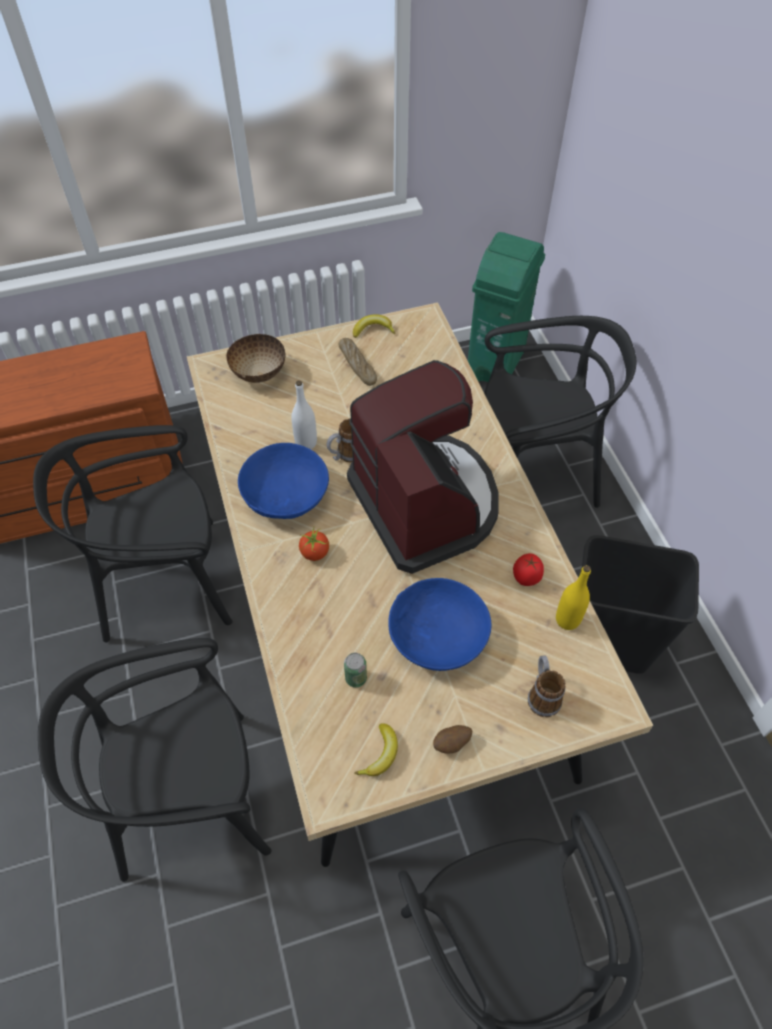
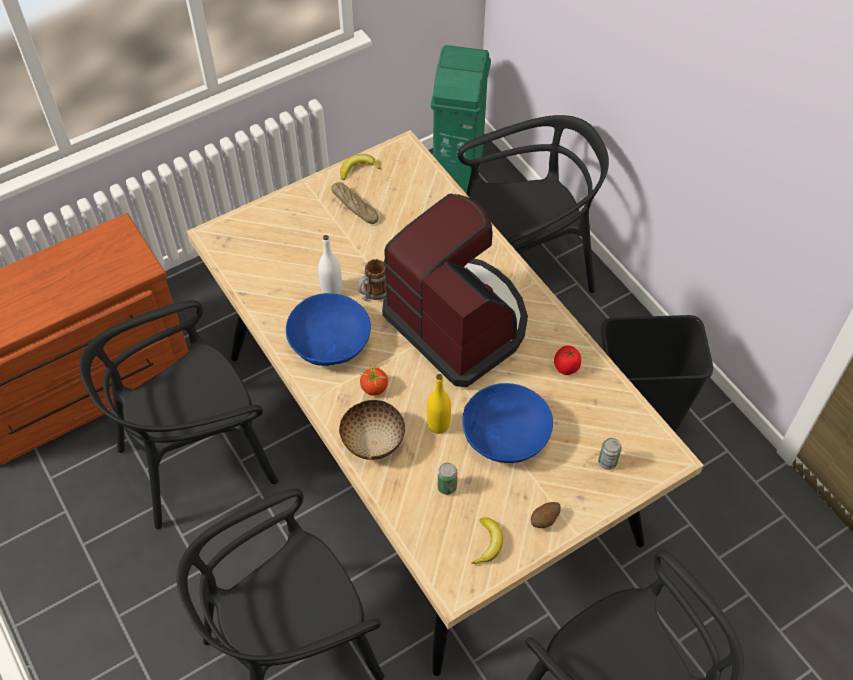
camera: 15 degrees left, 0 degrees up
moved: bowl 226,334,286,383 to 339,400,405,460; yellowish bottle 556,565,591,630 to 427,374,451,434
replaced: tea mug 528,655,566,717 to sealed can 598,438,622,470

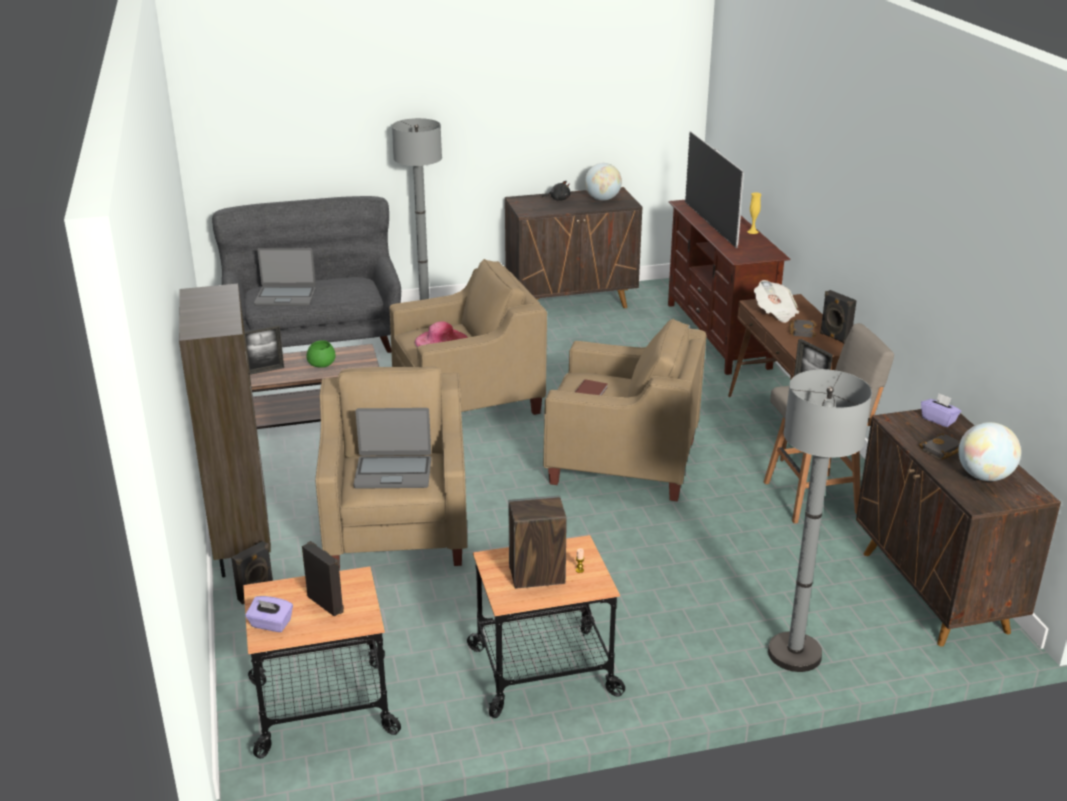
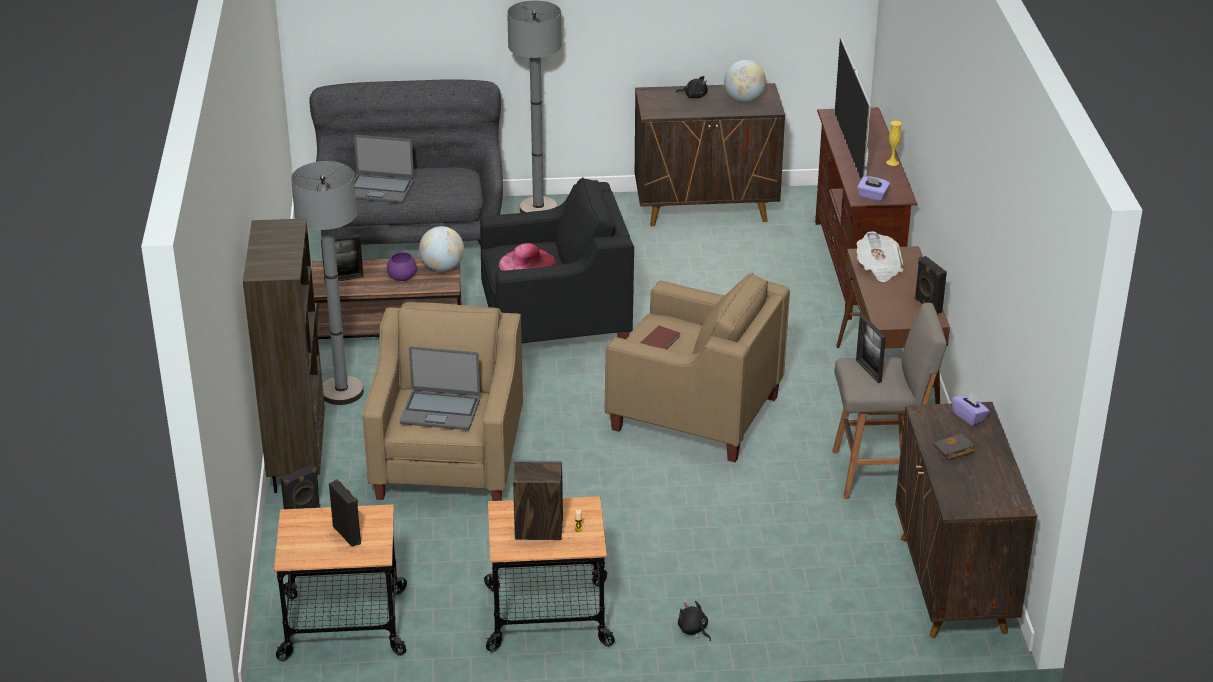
camera: 10 degrees right, 5 degrees up
removed: black book 789,319,816,337
added: black cuddly toy 678,601,711,641
moved: purplish tissue holder 246,596,293,632 to 857,176,890,201; grey standard lamp 768,369,872,672 to 291,161,364,405; world globe 958,422,1021,481 to 419,226,464,271
recoloured: green bowl 307,341,335,368 to purplish bowl 387,252,417,281; beige easy chair 390,259,547,415 to black easy chair 480,177,634,343

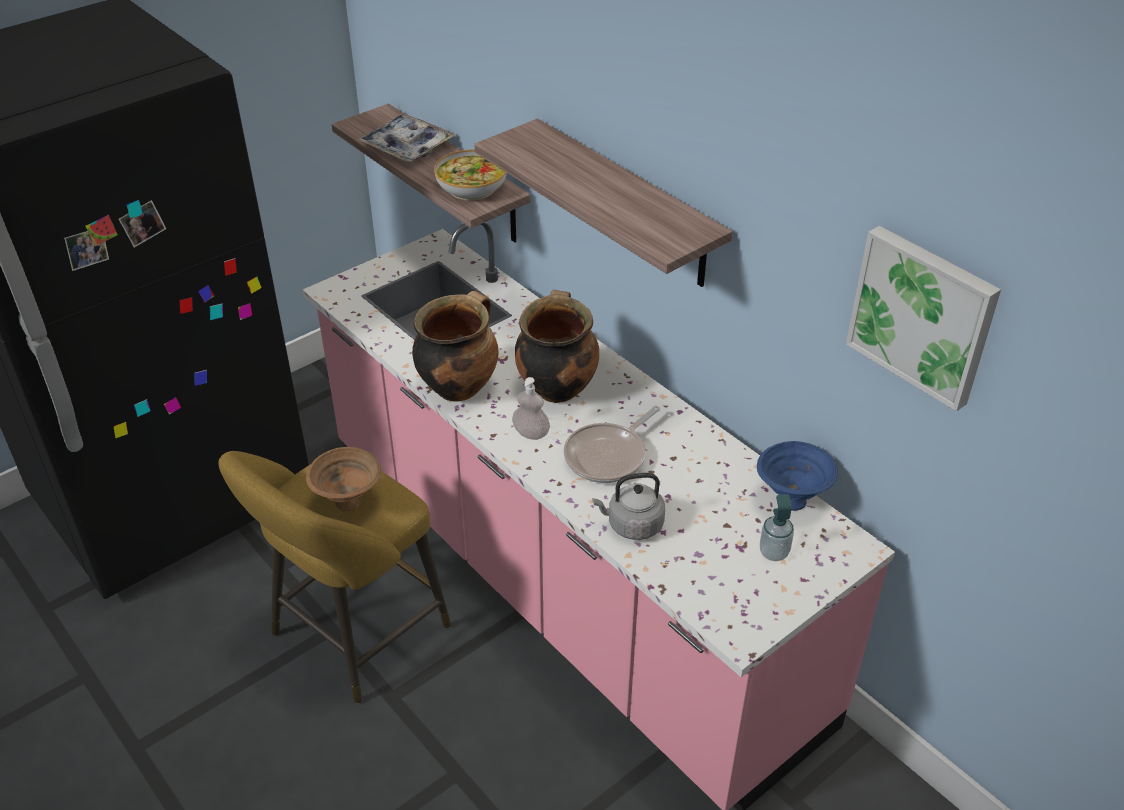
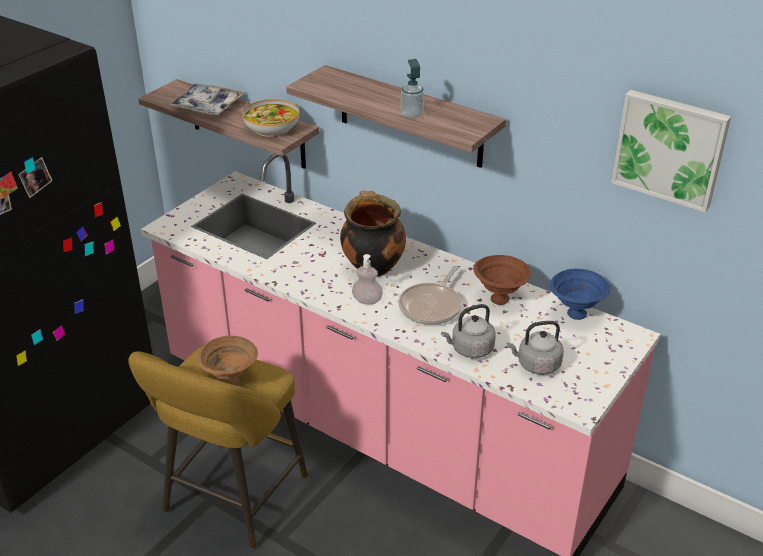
camera: 15 degrees left, 5 degrees down
removed: saucepot 412,291,498,401
added: brown bowl 473,255,531,305; grey tea kettle 507,321,564,375
moved: liquid soap bottle 760,494,794,561 to 401,59,424,118

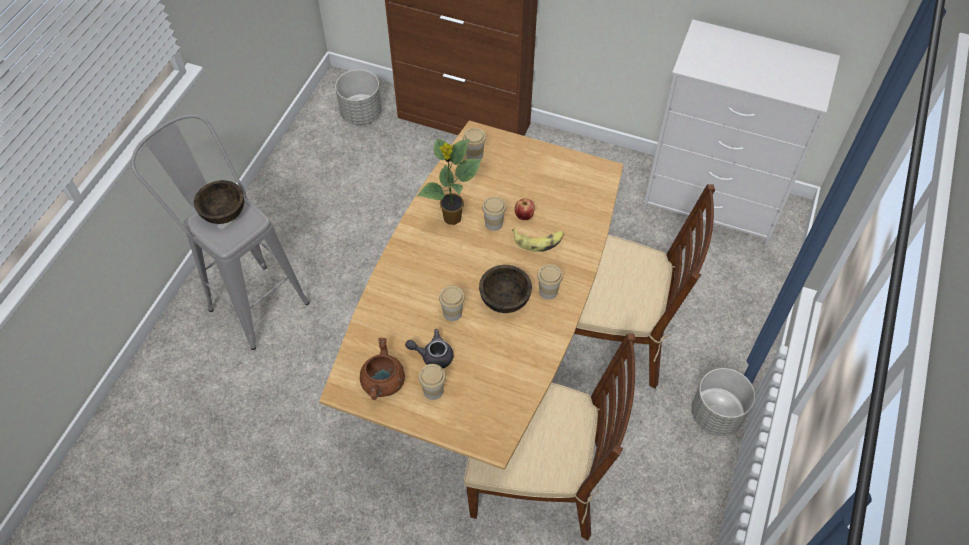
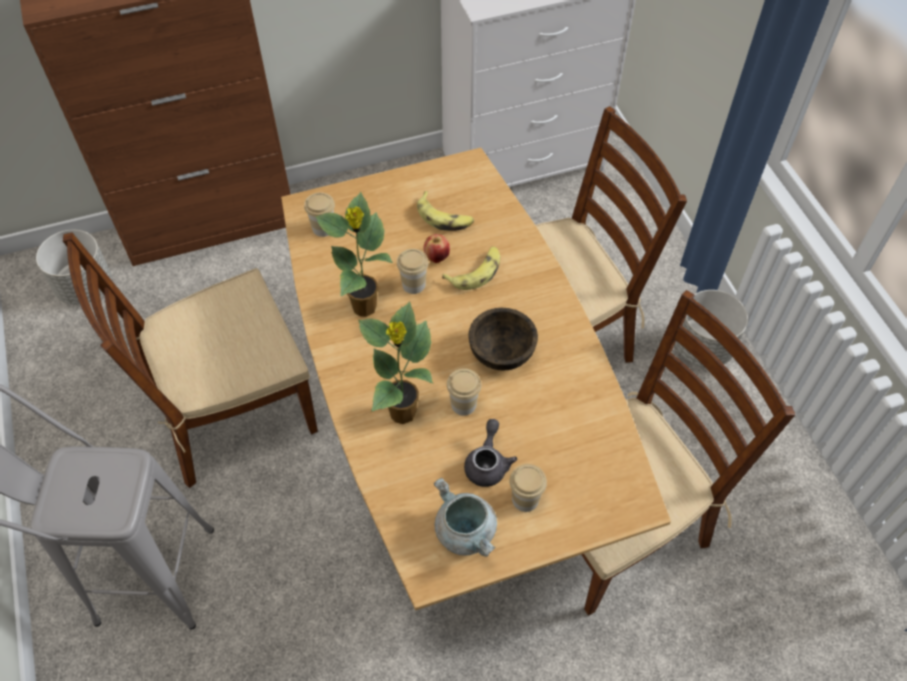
camera: 40 degrees left, 0 degrees up
removed: brown bowl 194,180,244,224; drinking cup 537,264,563,299
added: brown chair 63,233,318,488; houseplant 358,301,433,424; banana fruit 417,191,474,231
recoloured: brown saucepot 360,338,405,400 to grey saucepot 434,478,497,557
turned: grey pot for tea 405,329,454,368 = 464,419,518,487 135 degrees clockwise

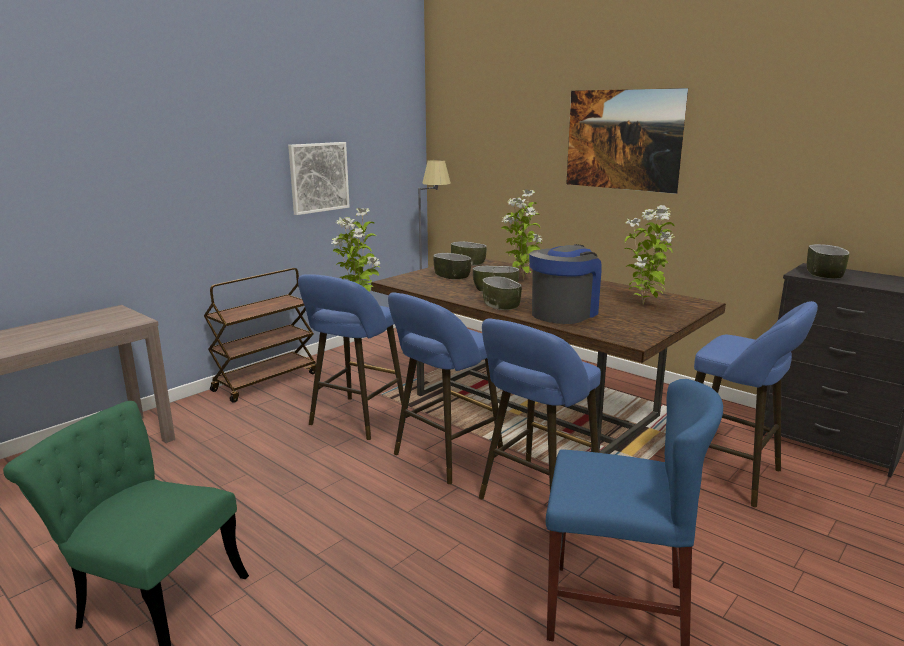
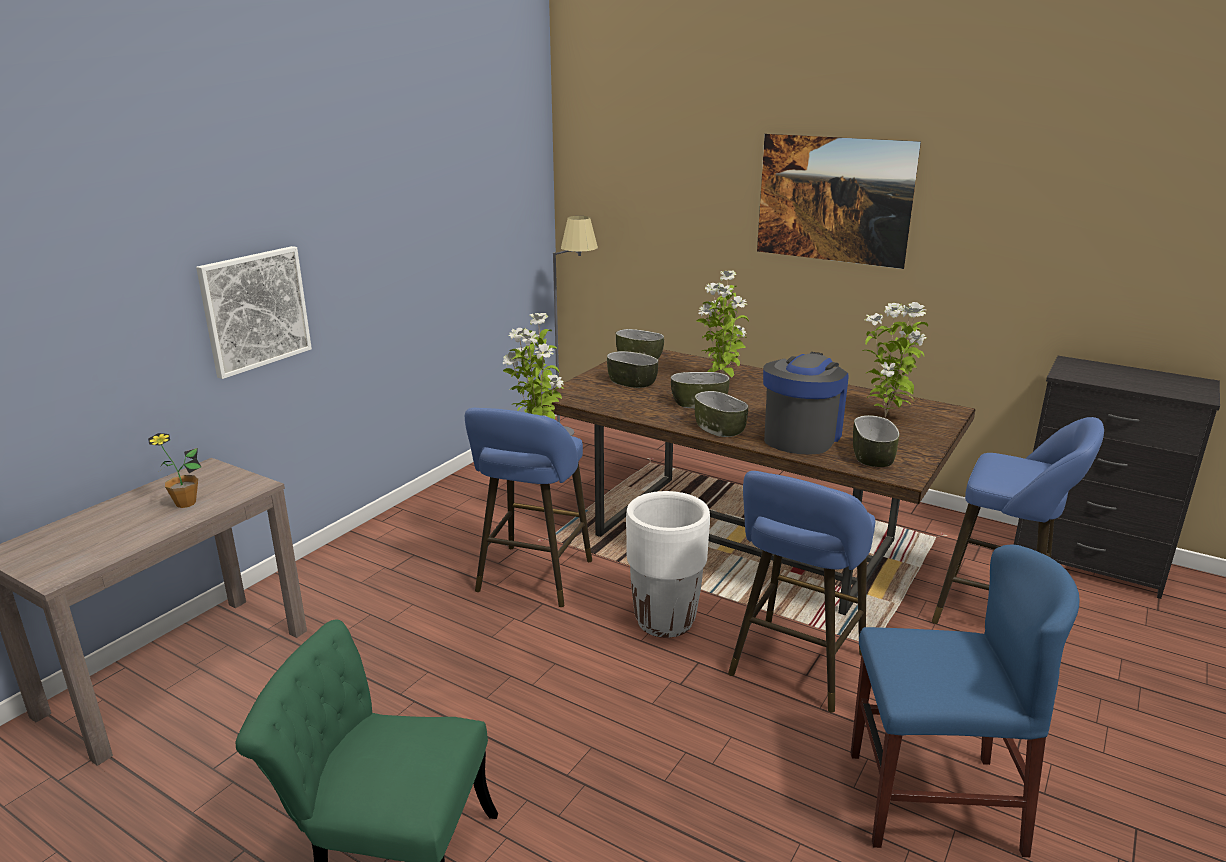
camera: 10 degrees left, 5 degrees up
removed: brown cart 204,268,316,403
added: houseplant 148,433,201,508
moved: wall art 288,142,350,215 to 196,246,312,379; bowl 807,244,850,279 to 853,415,900,467
replaced: blue-coloured stool 388,292,503,484 to whitish flower pot 626,491,710,638

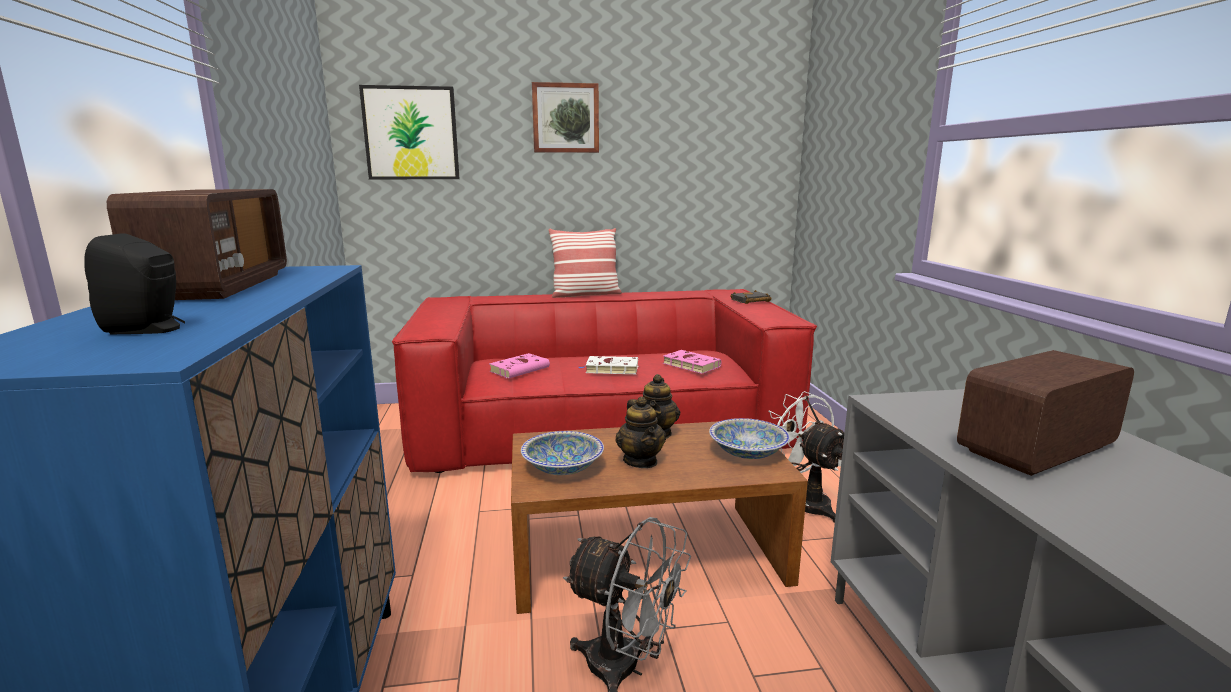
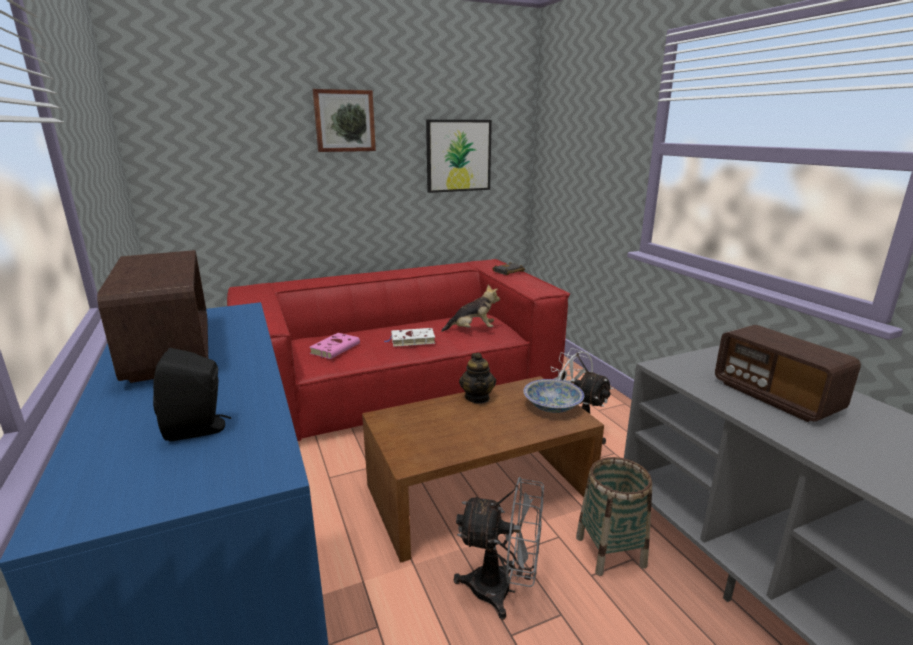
camera: 15 degrees left, 5 degrees up
removed: bowl 521,431,604,475; throw pillow 548,228,622,298; pot for tea 616,397,666,468
added: storage basket 576,457,652,576
moved: wall art 359,85,460,179 to 426,120,492,193
replaced: pinkish book 663,350,721,374 to cuddly toy 442,285,500,332
turned: radio set 957,350,1134,476 = 715,325,861,422 75 degrees counterclockwise

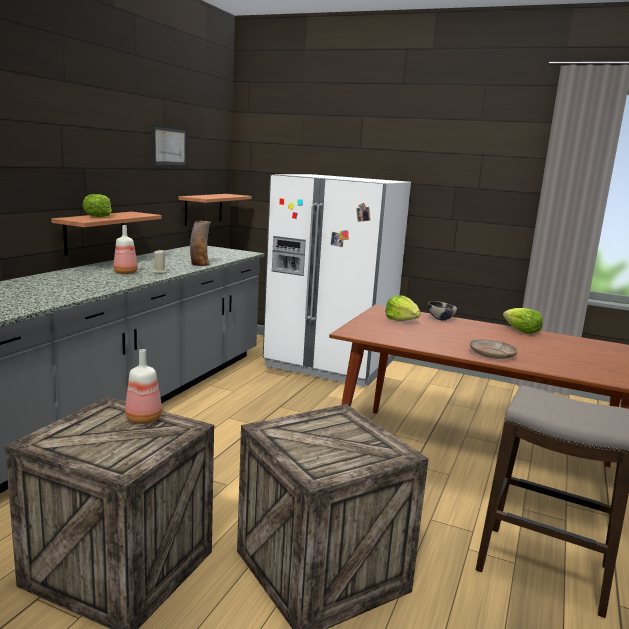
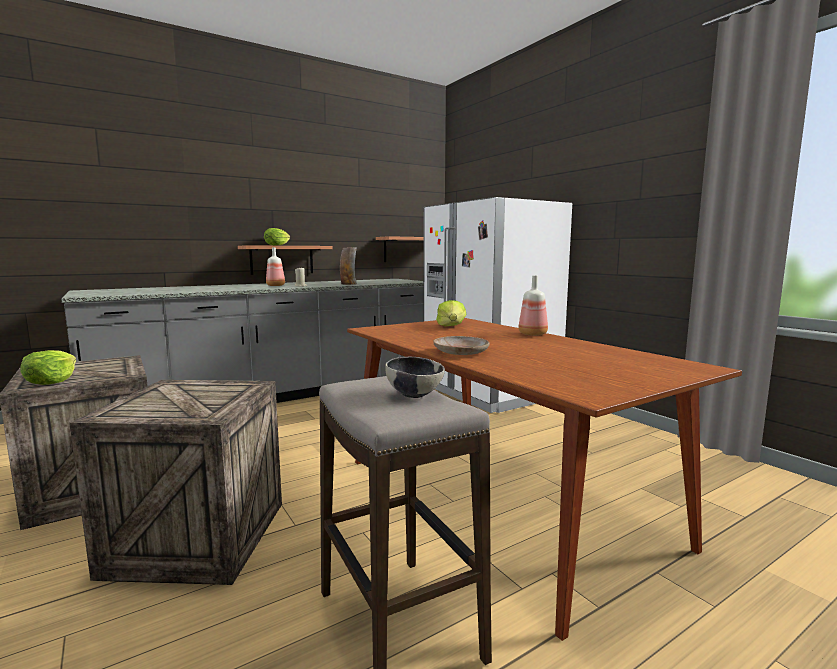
camera: 35 degrees right, 5 degrees down
removed: wall art 151,124,188,168
moved: bottle 125,349,162,424 to 518,275,548,336; bowl 428,301,457,321 to 385,356,445,398; head of lettuce 503,308,543,334 to 20,350,76,385

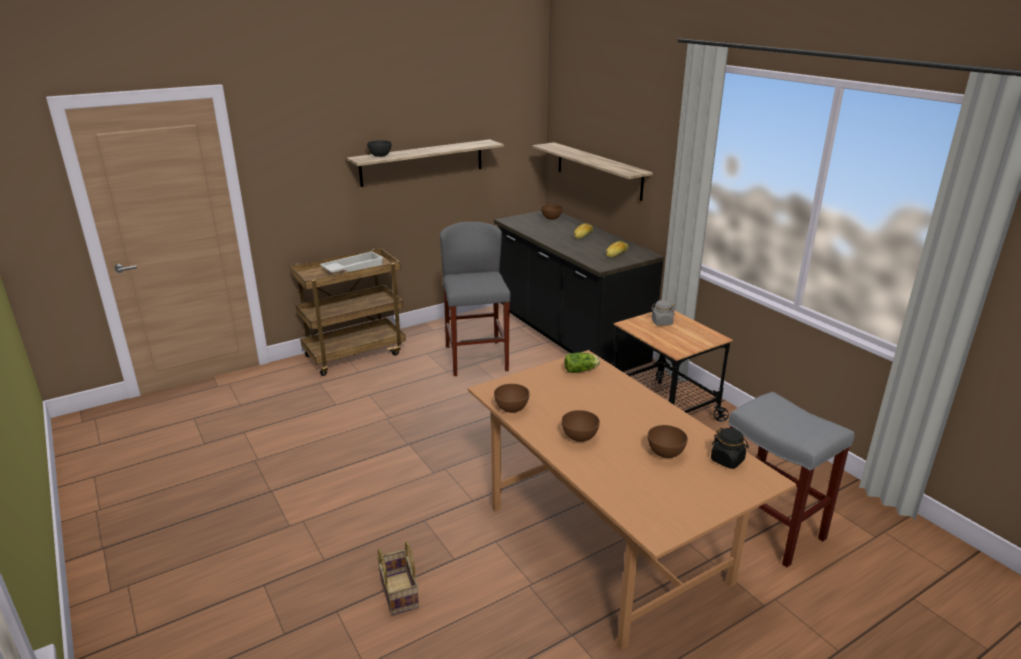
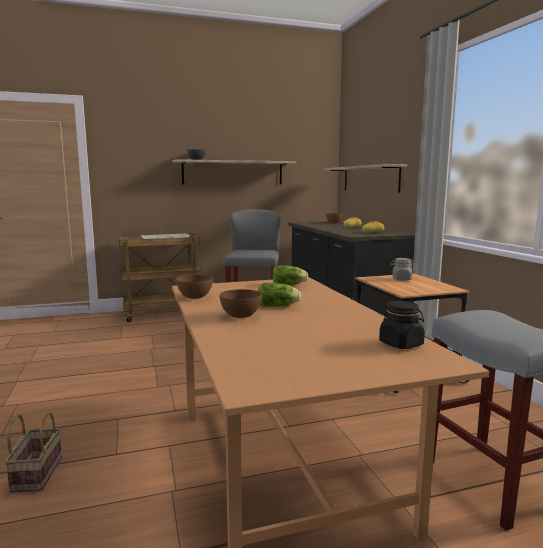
camera: 15 degrees right, 15 degrees down
removed: brown bowl 648,425,688,458
added: head of lettuce 258,283,301,307

